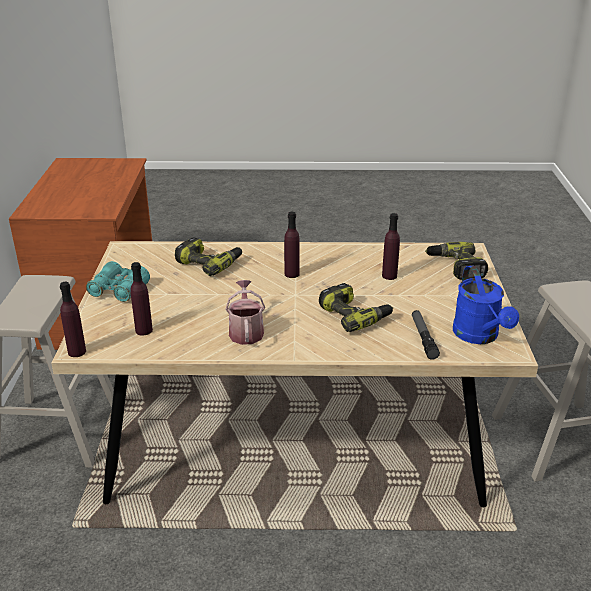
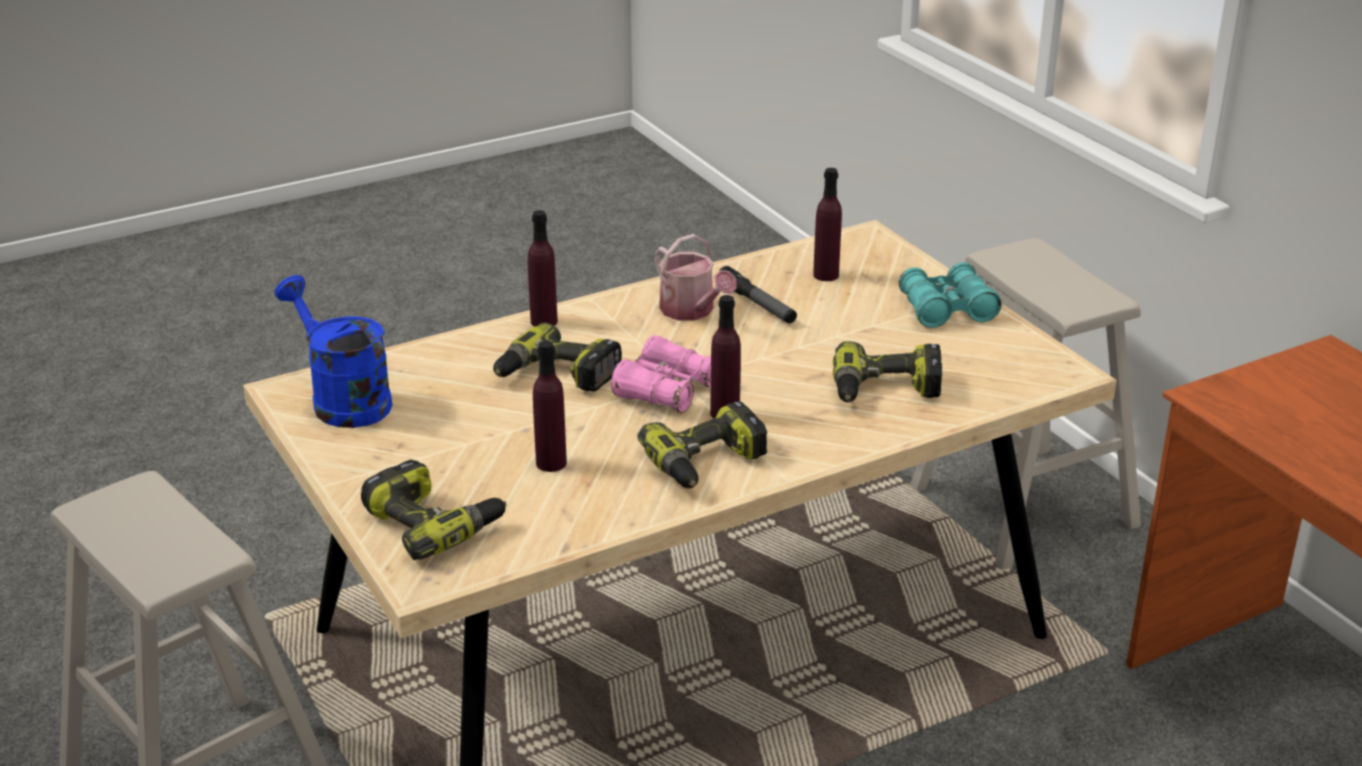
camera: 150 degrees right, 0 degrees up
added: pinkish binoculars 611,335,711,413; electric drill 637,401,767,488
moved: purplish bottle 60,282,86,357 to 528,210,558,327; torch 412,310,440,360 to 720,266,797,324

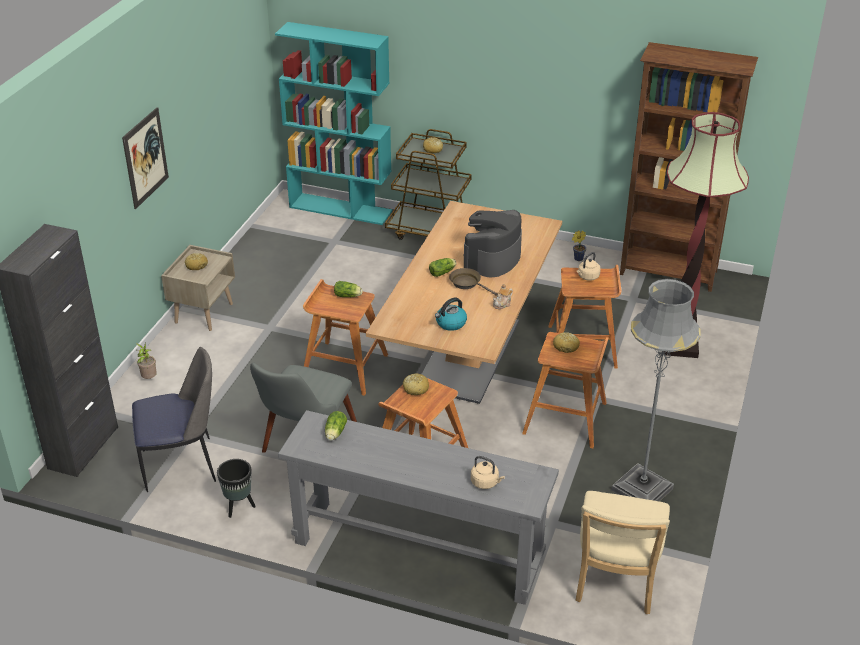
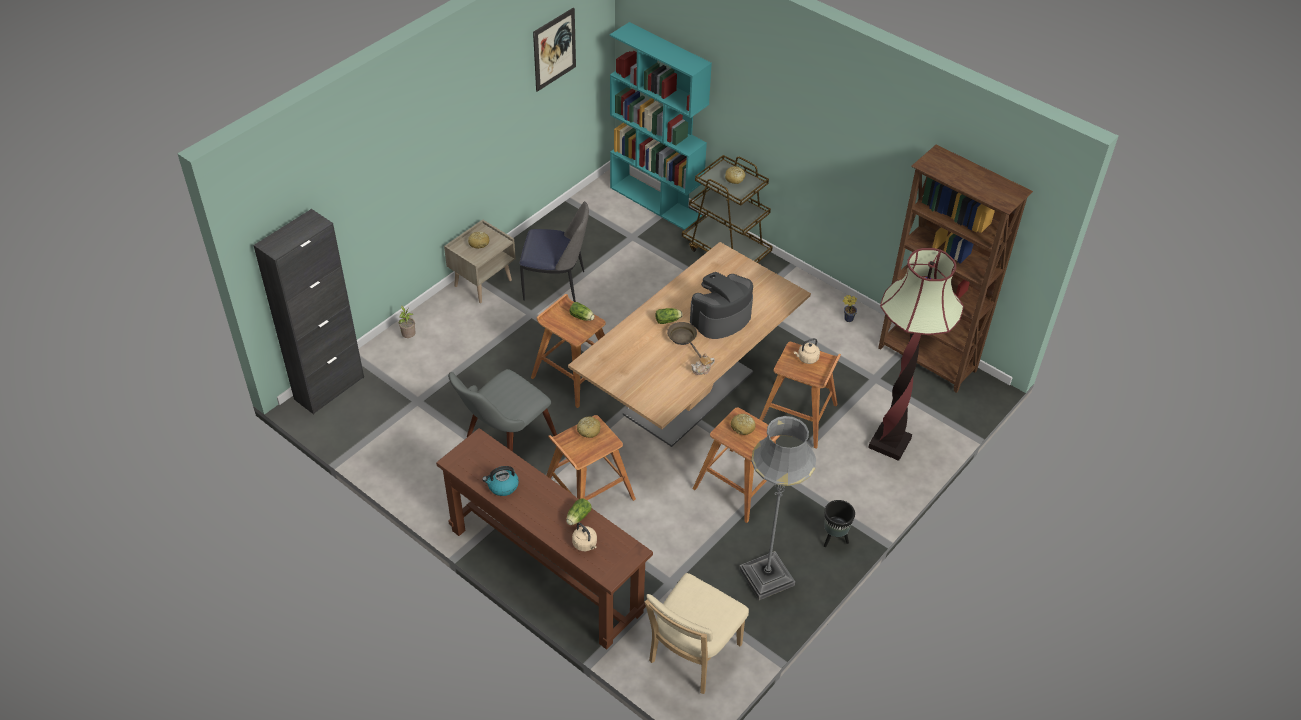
camera: 20 degrees right, 10 degrees up
moved: wall art 122,107,169,209 to 533,7,576,92; chair 132,347,216,492 to 520,201,589,302; black flower pot 217,459,256,518 to 824,500,855,547; head of lettuce 325,411,347,441 to 566,498,592,525; tea kettle 435,298,467,331 to 482,466,519,496
recoloured: grey narrow table 278,410,559,605 to brown narrow table 436,428,653,650

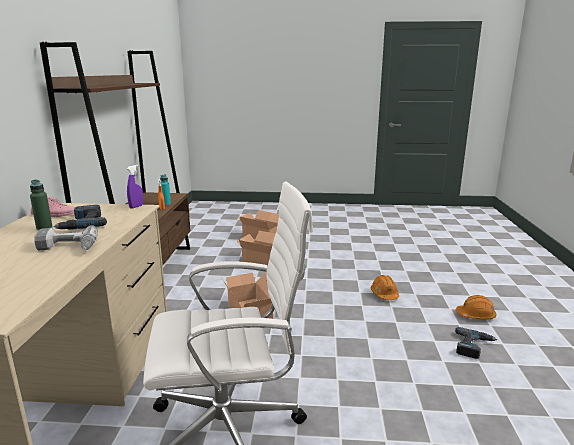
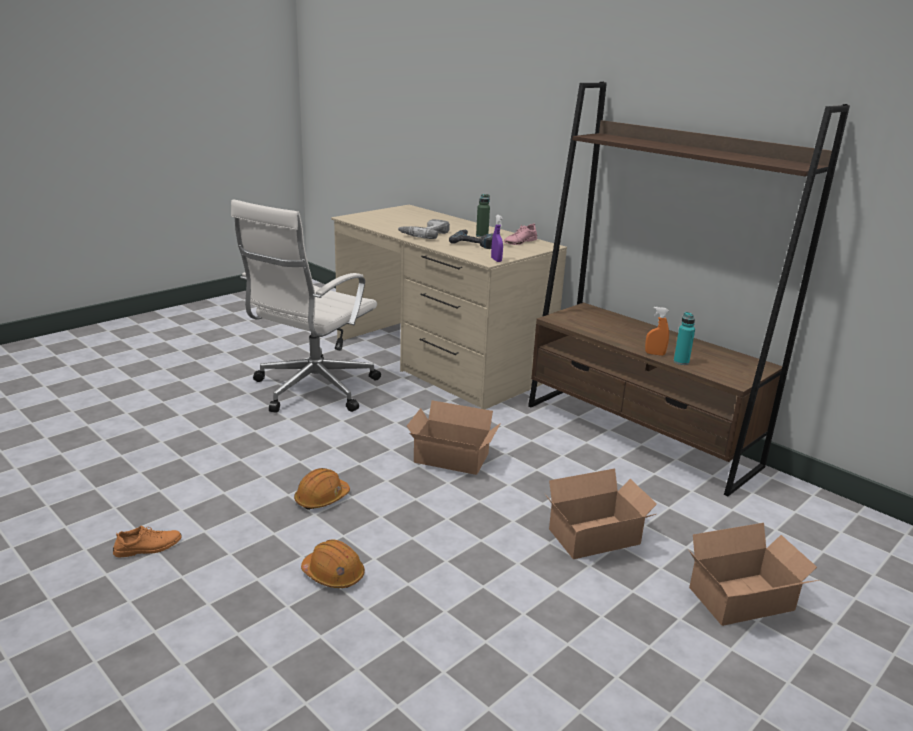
camera: 130 degrees right, 5 degrees up
moved: orange safety helmet 456,295,496,319 to 294,468,350,510
replaced: electric drill 455,327,497,359 to orange low shoe 113,526,182,558

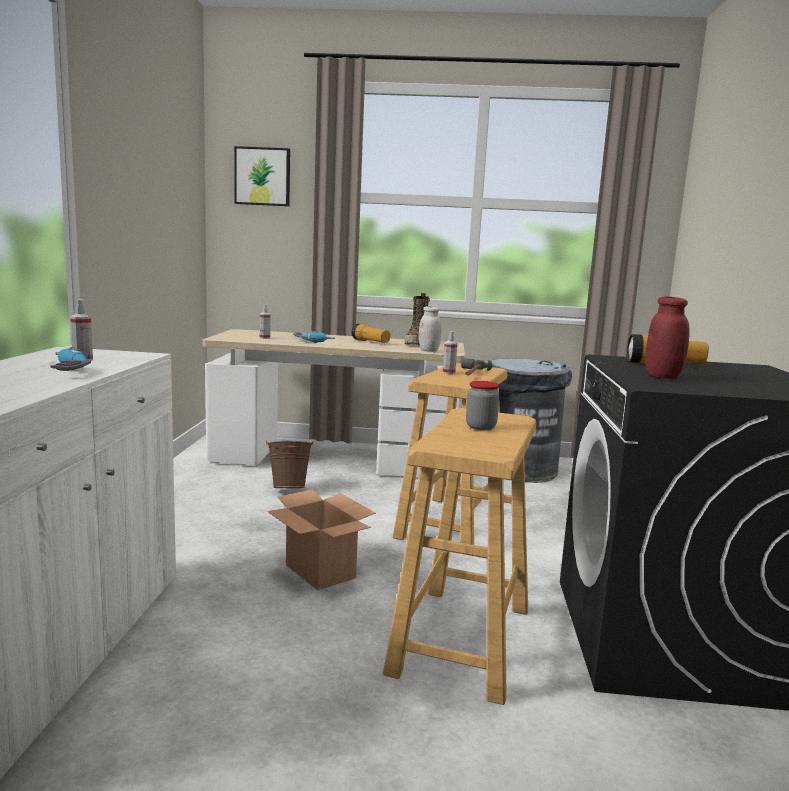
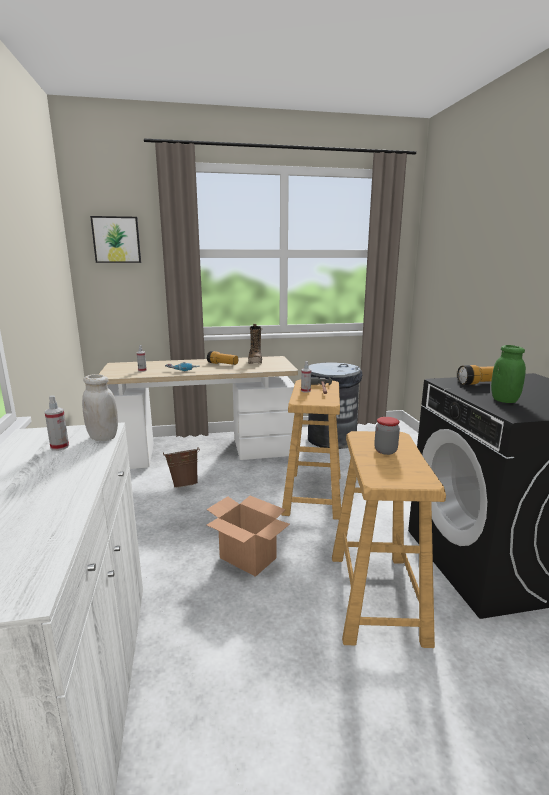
camera: 15 degrees left, 5 degrees up
removed: electric drill 50,347,91,371
moved: whitish jar 419,306,442,352 to 82,374,118,441
recoloured: red-coloured jar 645,297,690,379 to green jar 491,345,526,403

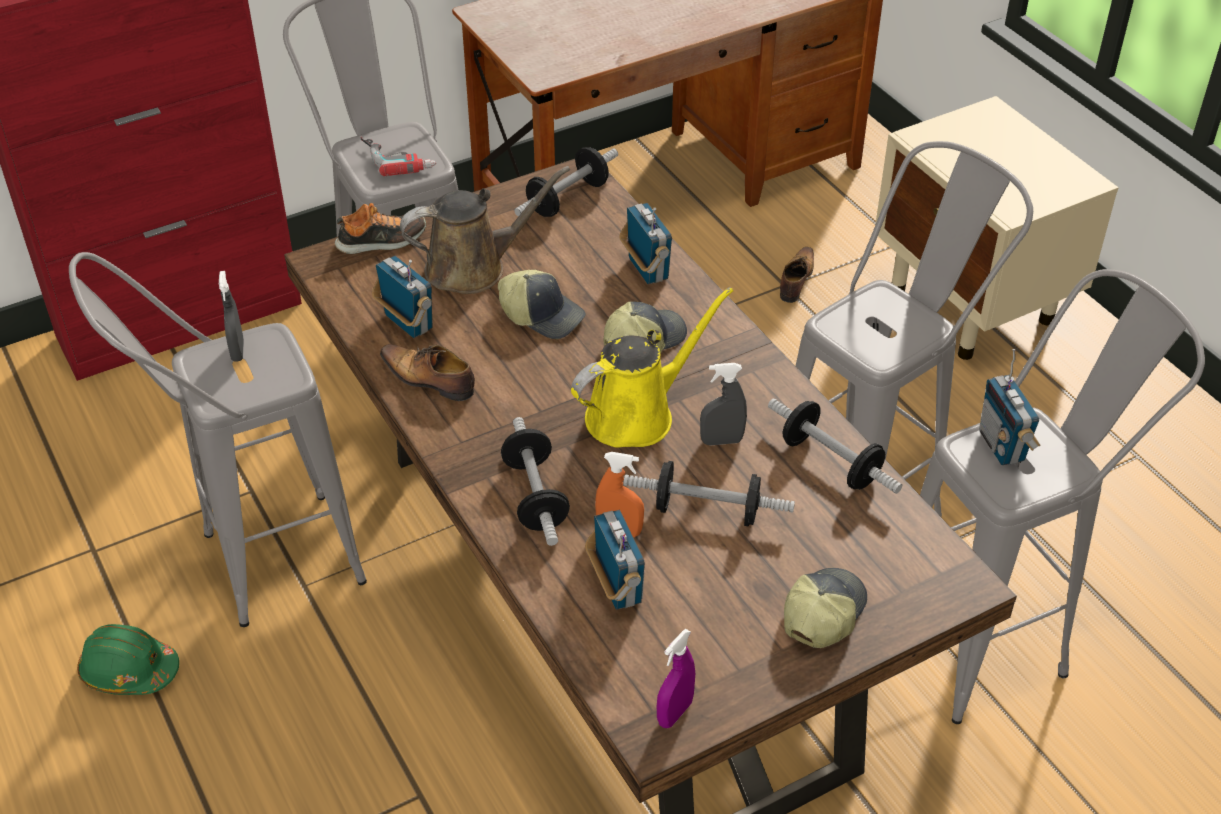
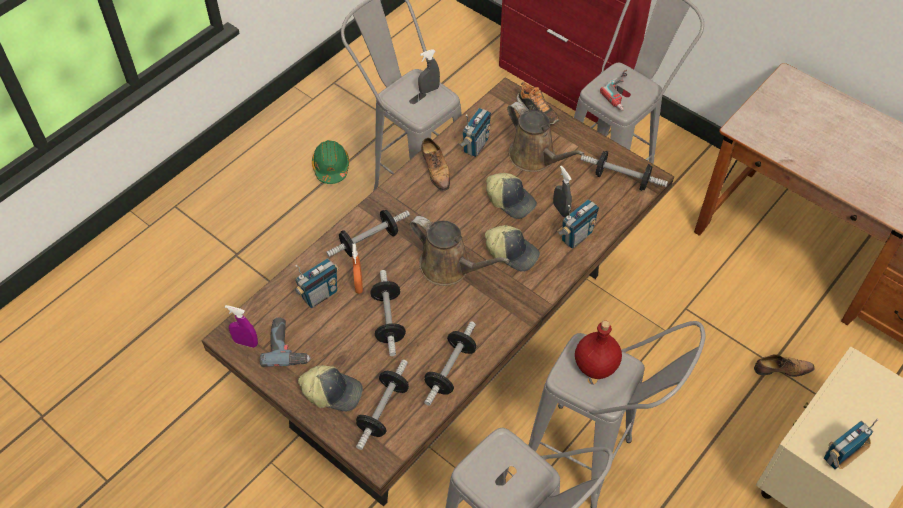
camera: 70 degrees right, 10 degrees up
added: electric drill 260,318,311,367; dumbbell 356,359,409,450; red-coloured bottle 575,321,622,379
moved: grey spray bottle 700,363,747,446 to 553,166,572,217; radio set 979,349,1041,465 to 824,419,878,469
recoloured: yellowish watering can 571,287,733,448 to brown watering can 410,216,509,286
turned: low shoe 380,344,475,401 = 421,138,450,191 150 degrees clockwise; peaked cap 498,270,586,339 = 486,173,537,219 60 degrees counterclockwise

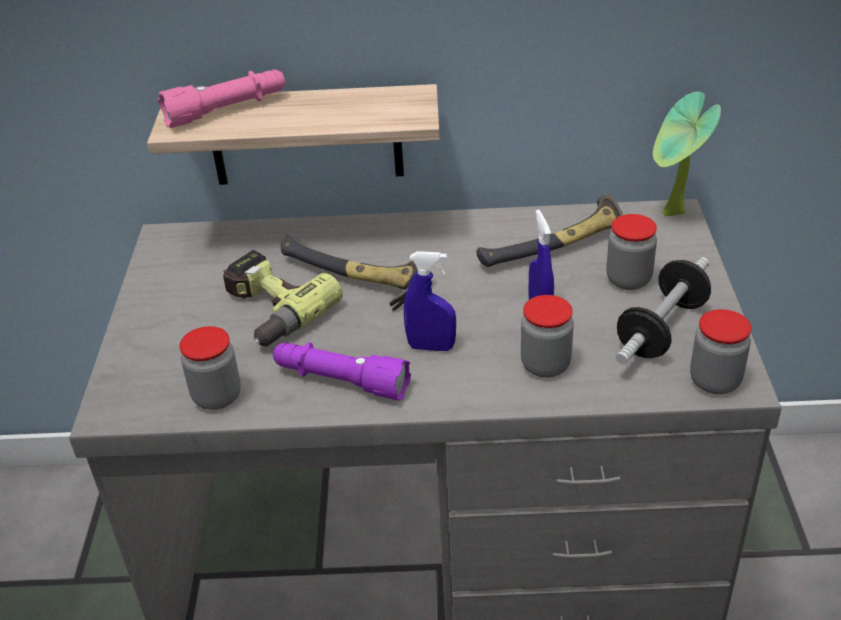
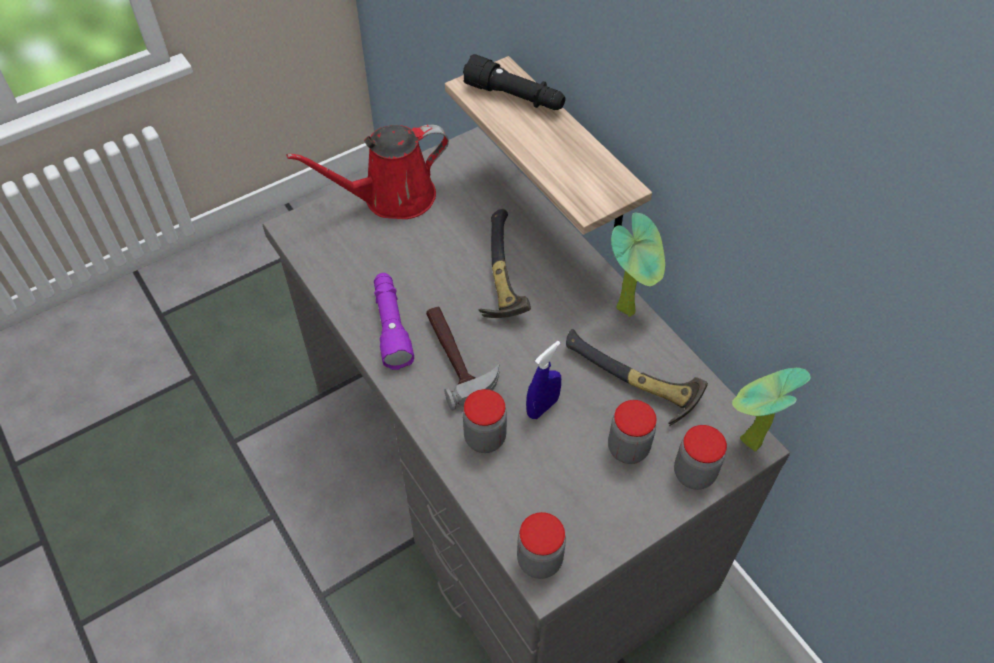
camera: 55 degrees right, 15 degrees up
removed: electric drill 223,250,343,347; dumbbell 616,257,711,365
added: red-coloured watering can 286,124,449,219; houseplant 611,213,665,317
moved: jar 179,326,241,410 to 674,425,727,490
replaced: blue-coloured spray bottle 404,251,456,351 to hand hammer 426,307,499,411
recoloured: pinkish torch 158,69,285,128 to black torch 463,54,566,110

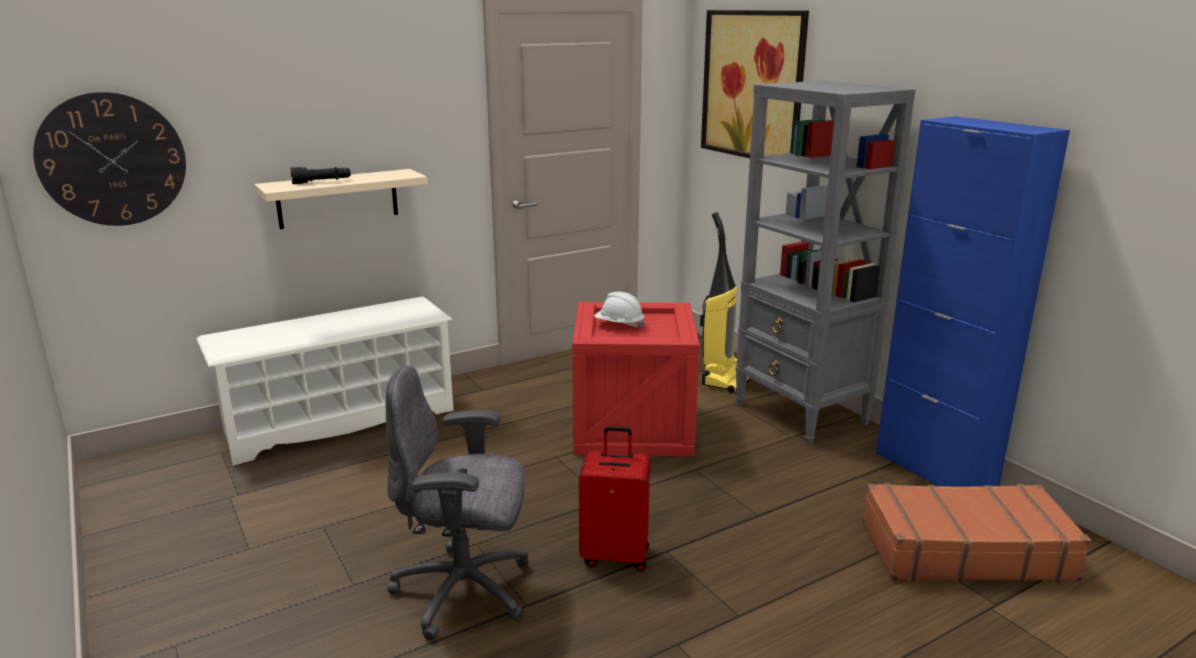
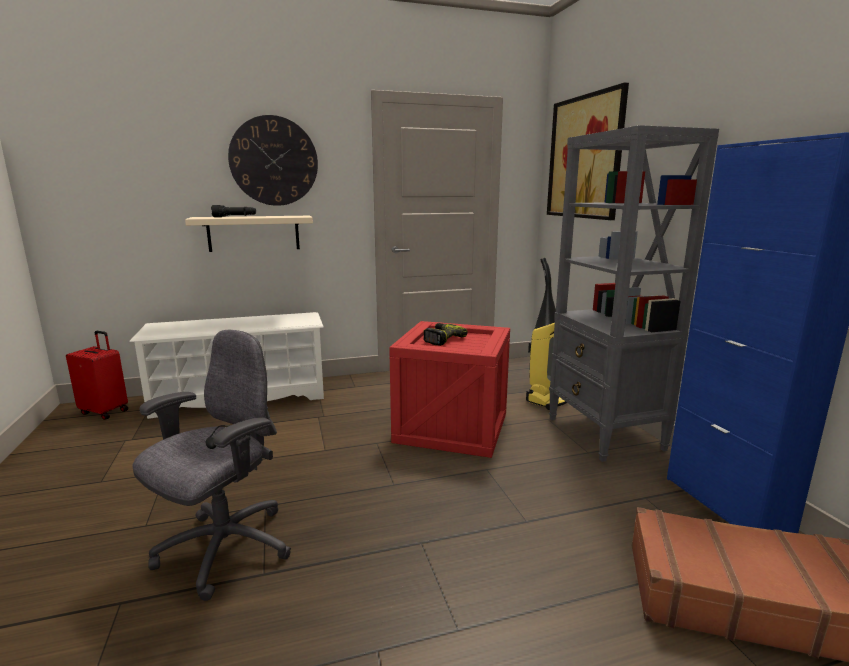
camera: 15 degrees right, 5 degrees down
moved: hanging clock 33,92,186,226 to 228,115,318,206; red-coloured piece of luggage 579,426,650,571 to 66,331,128,420
replaced: whitish safety helmet 594,292,645,328 to electric drill 423,323,468,346
turned: grey computer chair 386,365,529,641 = 132,330,291,601 105 degrees clockwise

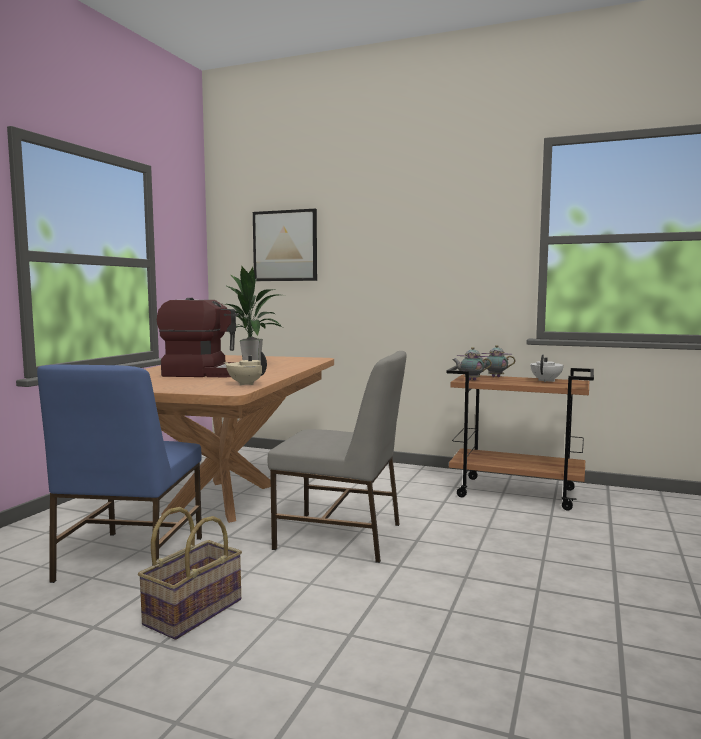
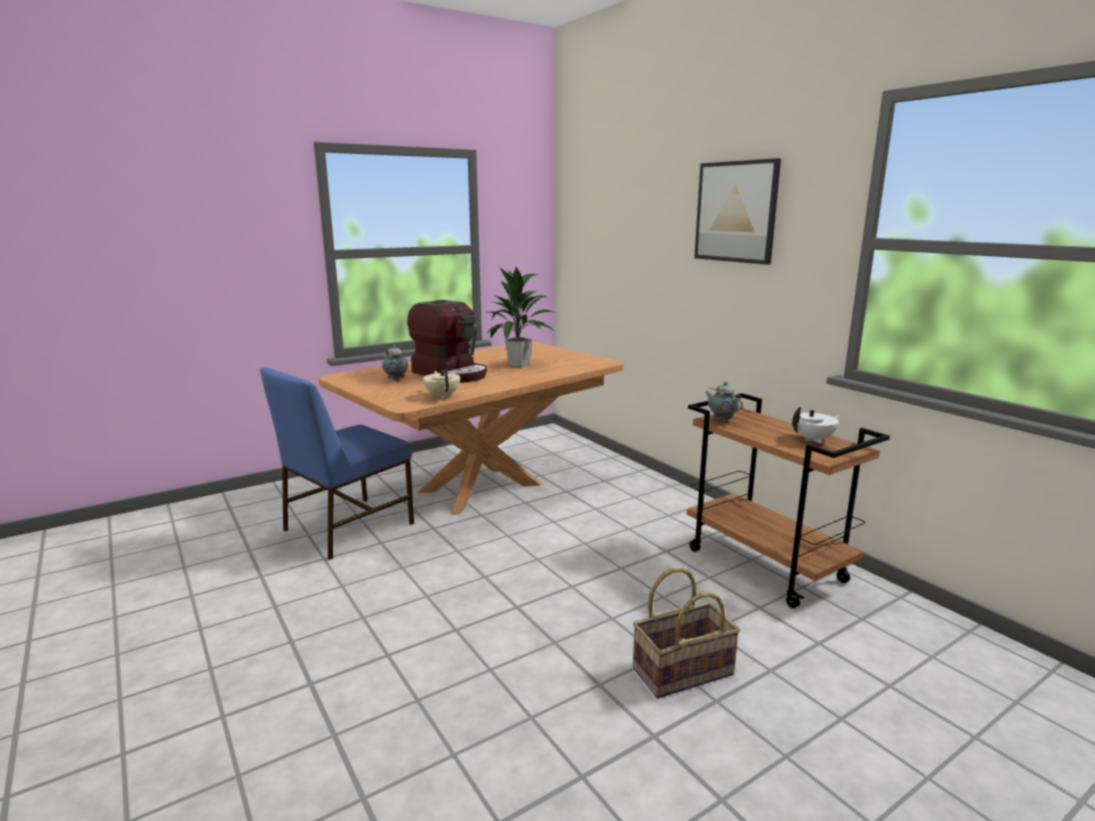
camera: 35 degrees right, 10 degrees up
removed: grey chair 268,351,407,563
moved: storage basket 138,507,242,640 to 633,567,740,698; wall art 253,209,317,281 to 694,158,781,265; pot for tea 480,345,515,377 to 382,345,408,381

